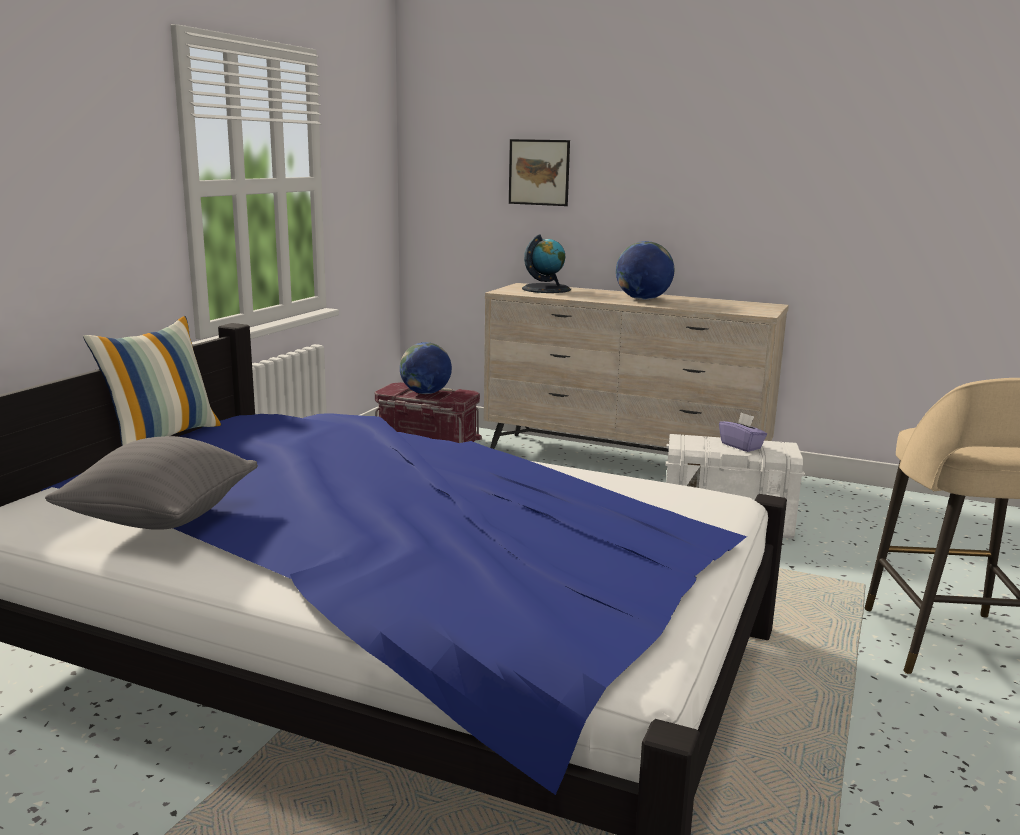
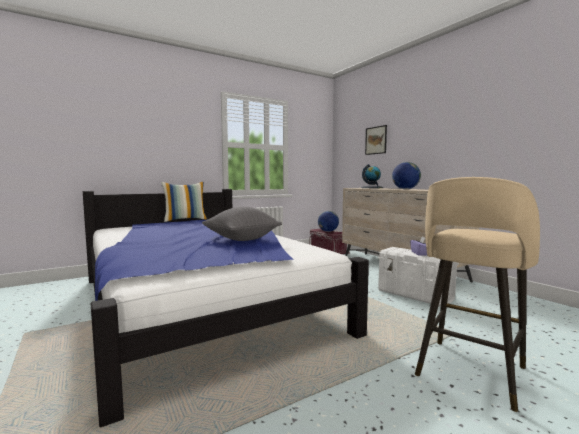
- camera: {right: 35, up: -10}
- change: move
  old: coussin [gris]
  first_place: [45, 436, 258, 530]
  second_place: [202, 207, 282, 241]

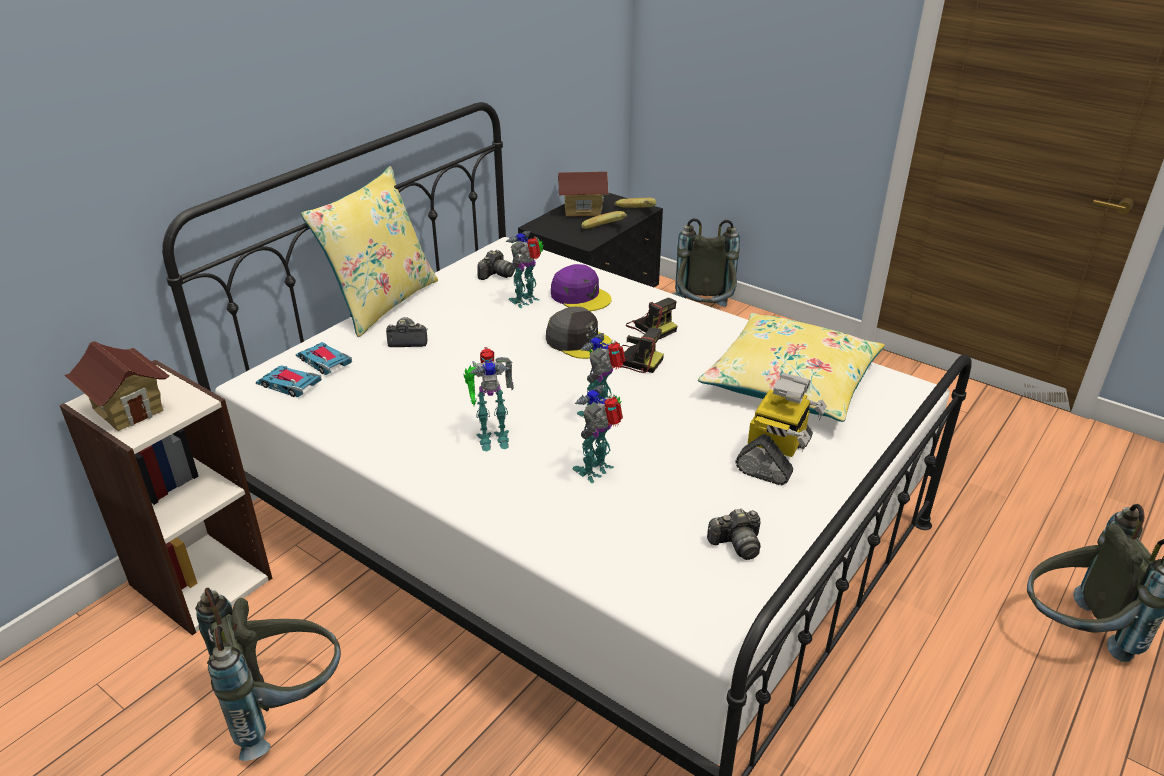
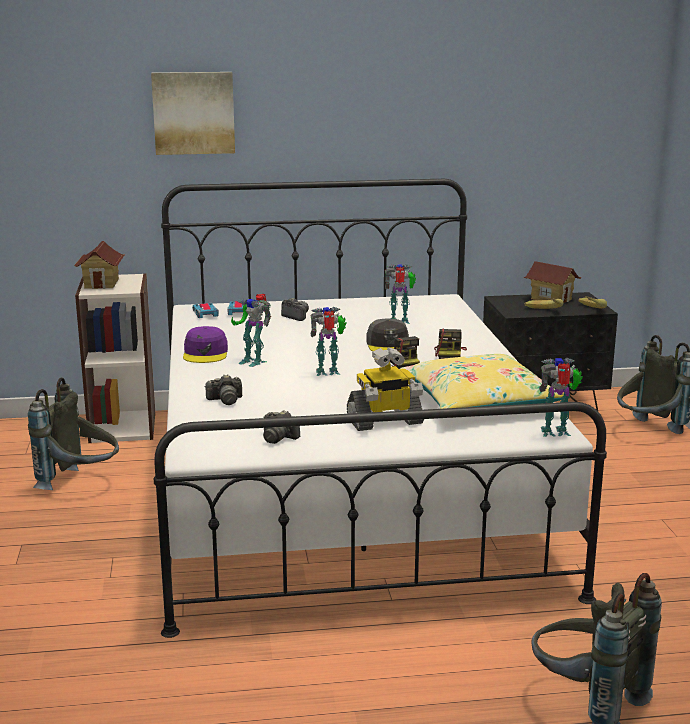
- camera: {right: 45, up: -15}
- change: delete
  old: coussin [jaune]
  first_place: [301, 166, 438, 337]
- change: move
  old: appareil photo
  first_place: [477, 250, 515, 280]
  second_place: [204, 374, 242, 405]
- change: move
  old: casquette [violet]
  first_place: [551, 264, 612, 311]
  second_place: [183, 326, 228, 363]
- change: move
  old: robot jouet
  first_place: [573, 385, 623, 483]
  second_place: [539, 358, 583, 437]
- change: insert
  new: tableau
  second_place: [151, 72, 235, 155]

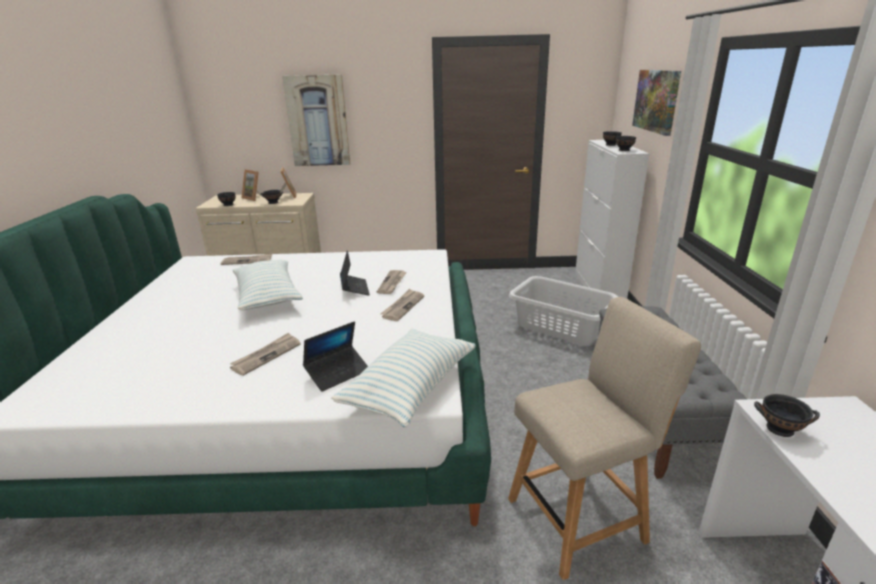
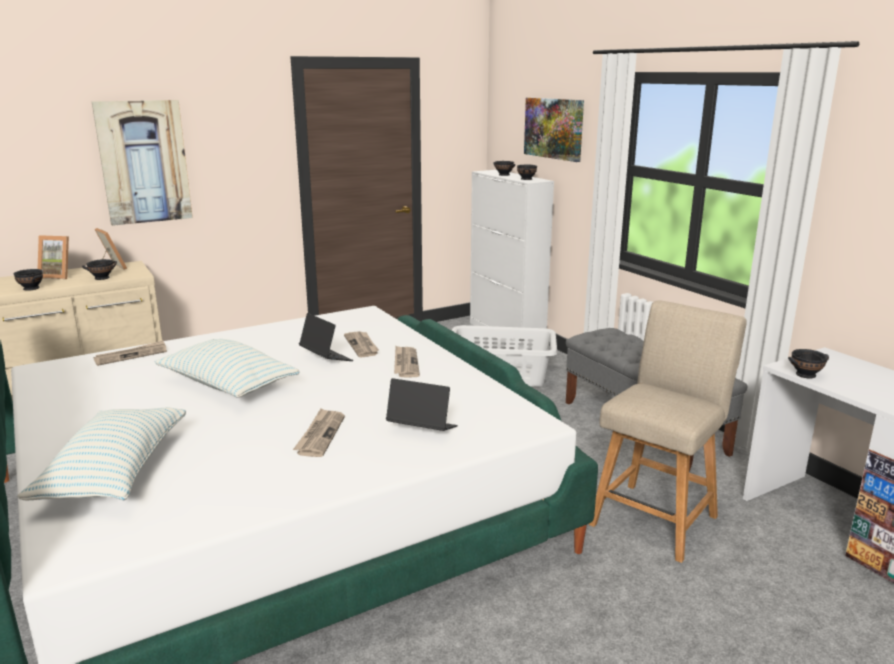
- camera: {right: -30, up: -5}
- change: rotate
  old: ordinateur portable
  first_place: [303, 321, 368, 392]
  second_place: [386, 378, 458, 431]
  degrees: -90
- change: move
  old: coussin
  first_place: [331, 329, 476, 427]
  second_place: [17, 407, 186, 501]

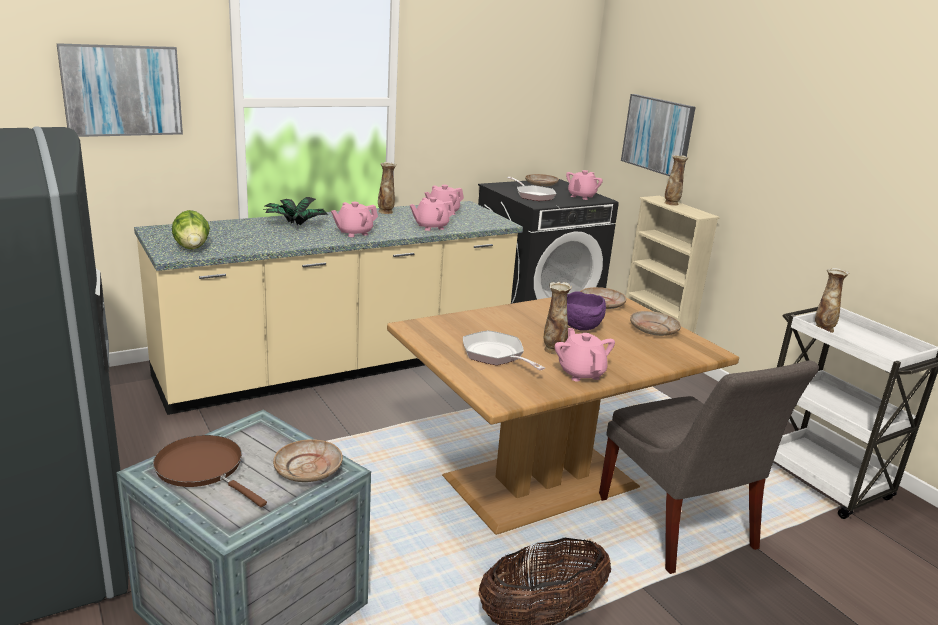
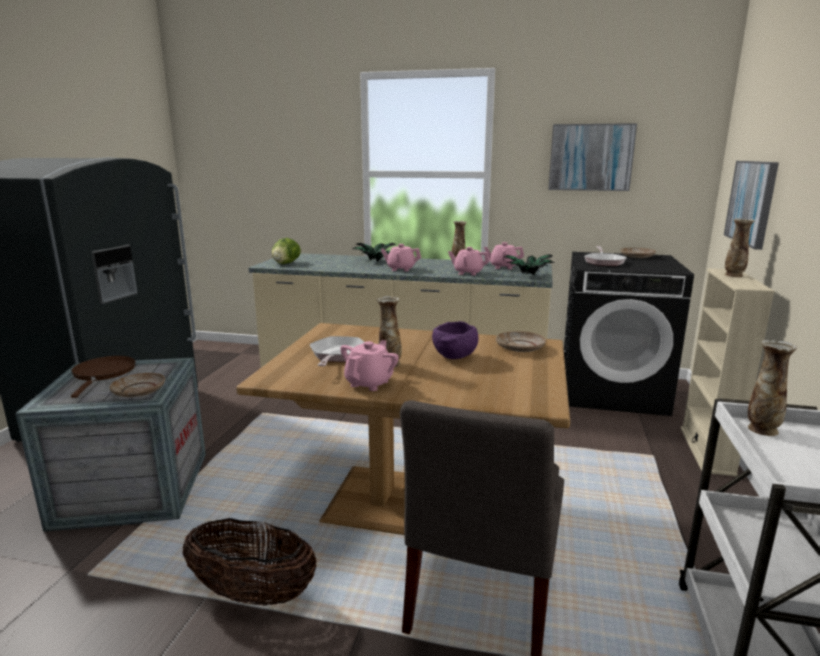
- camera: {right: 45, up: -5}
- change: move
  old: tableau
  first_place: [56, 43, 183, 137]
  second_place: [548, 123, 637, 191]
- change: delete
  old: théière [rose]
  first_place: [566, 170, 603, 200]
- change: delete
  old: assiette [beige]
  first_place: [630, 311, 681, 336]
- change: insert
  new: plante en pot
  second_place: [504, 254, 554, 275]

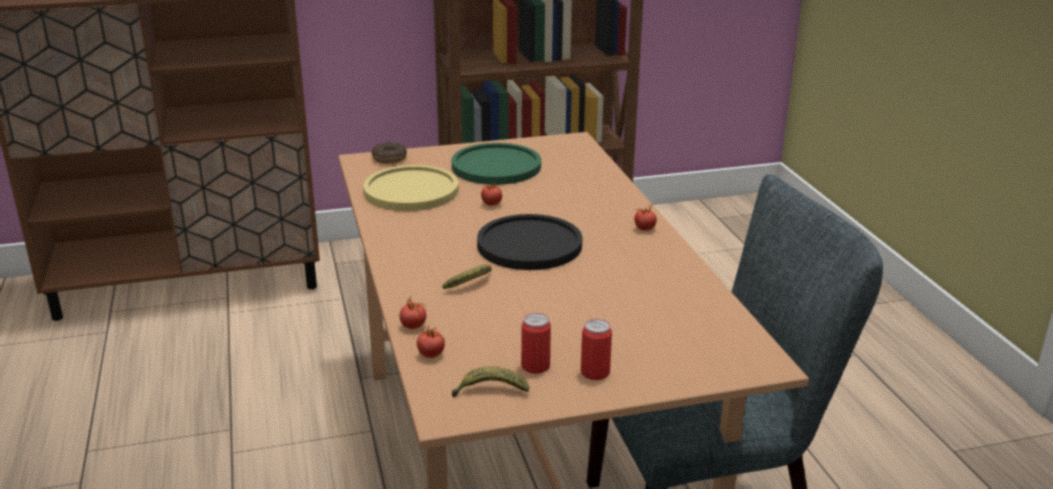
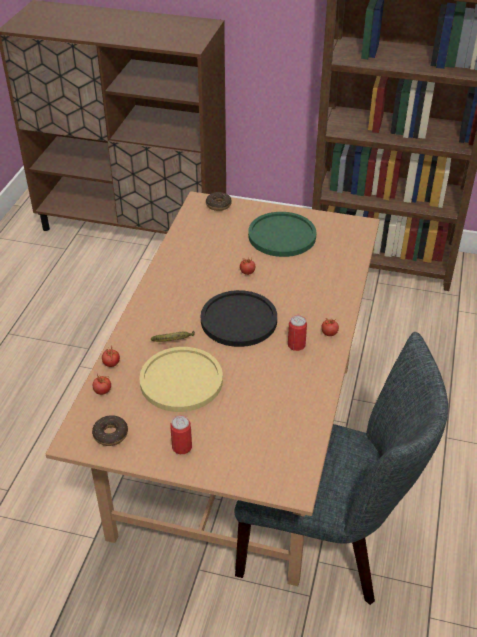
- camera: {right: 30, up: 15}
- change: move
  old: assiette [jaune]
  first_place: [363, 165, 459, 211]
  second_place: [139, 347, 223, 412]
- change: replace
  old: banane
  new: beignet
  first_place: [452, 366, 530, 397]
  second_place: [92, 415, 128, 446]
- change: move
  old: boîte métallique
  first_place: [521, 313, 551, 374]
  second_place: [288, 315, 307, 351]

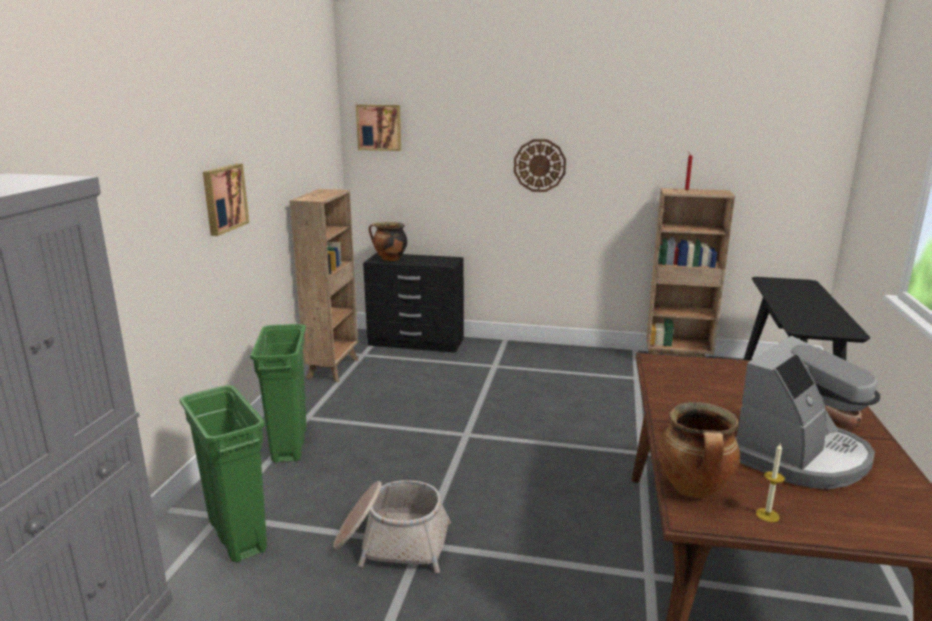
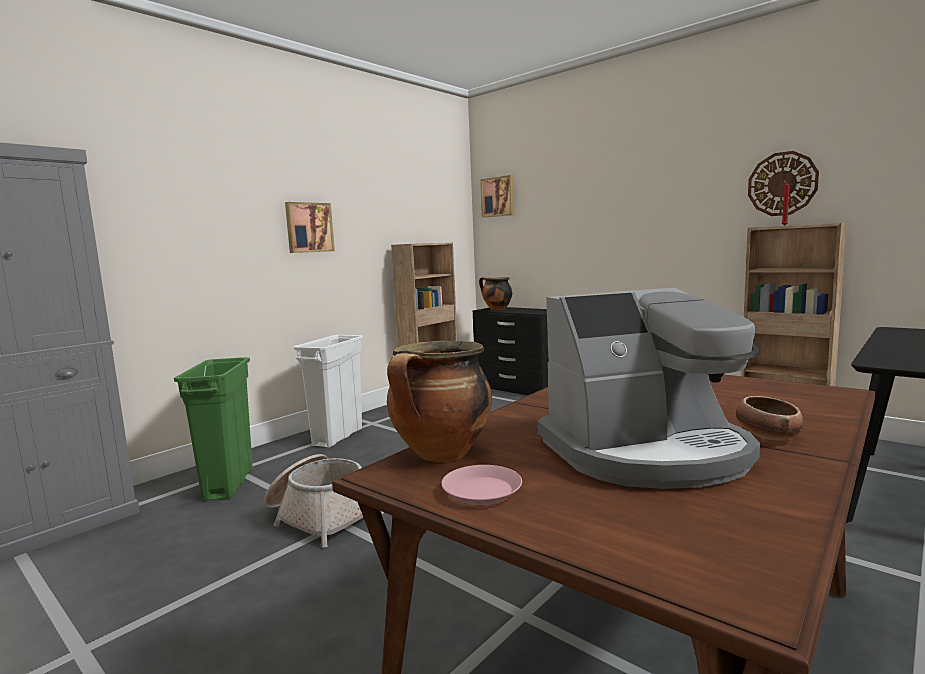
- camera: {right: 30, up: -10}
- change: recolor
  old: poubelle [vert]
  new: poubelle [blanc]
  first_place: [250, 324, 307, 462]
  second_place: [293, 335, 363, 448]
- change: move
  old: horloge murale
  first_place: [514, 139, 566, 192]
  second_place: [748, 151, 819, 216]
- change: replace
  old: bougie
  new: assiette [rose]
  first_place: [756, 442, 785, 522]
  second_place: [441, 465, 522, 505]

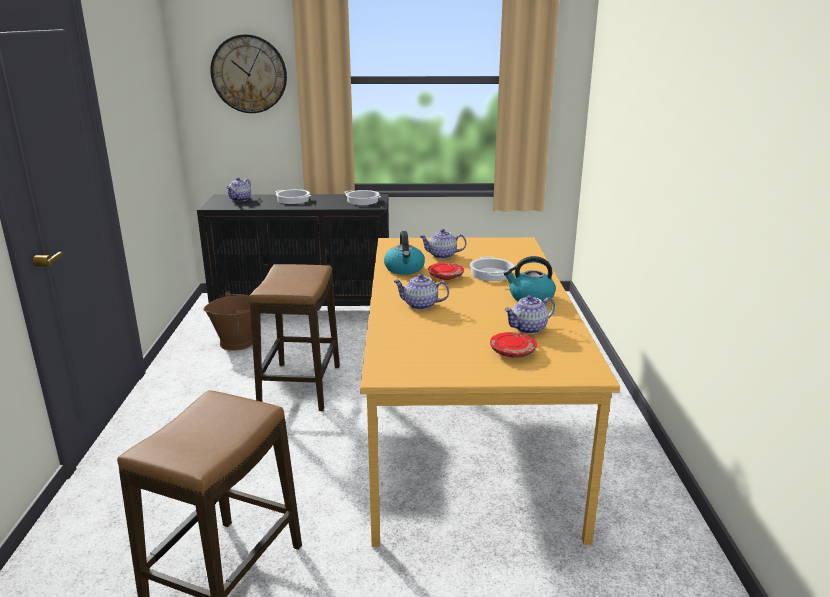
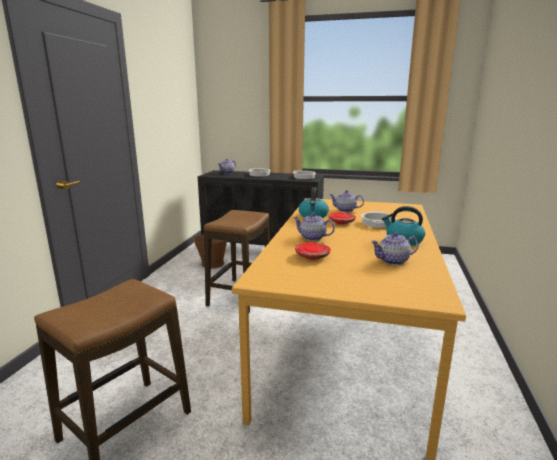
- camera: {right: 15, up: -5}
- change: delete
  old: horloge murale
  first_place: [211, 34, 287, 113]
- change: move
  old: assiette [rouge]
  first_place: [490, 332, 537, 358]
  second_place: [295, 243, 331, 260]

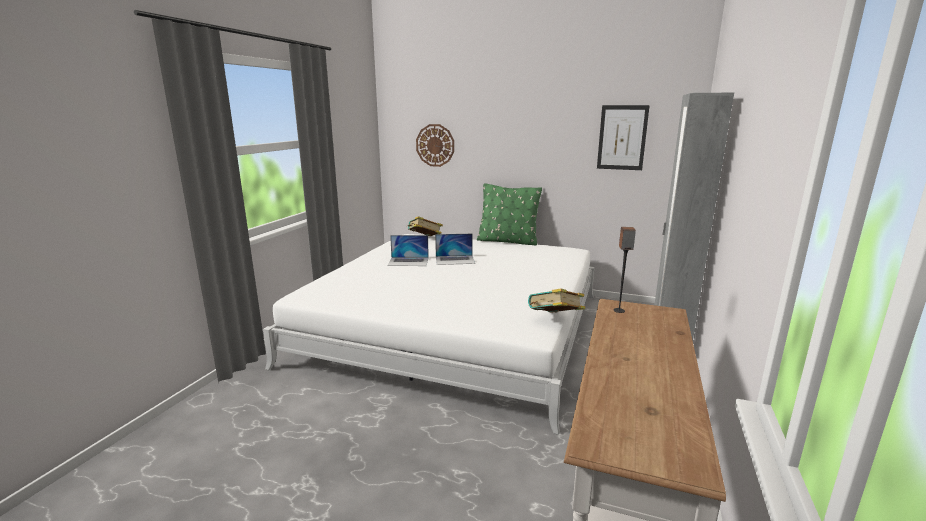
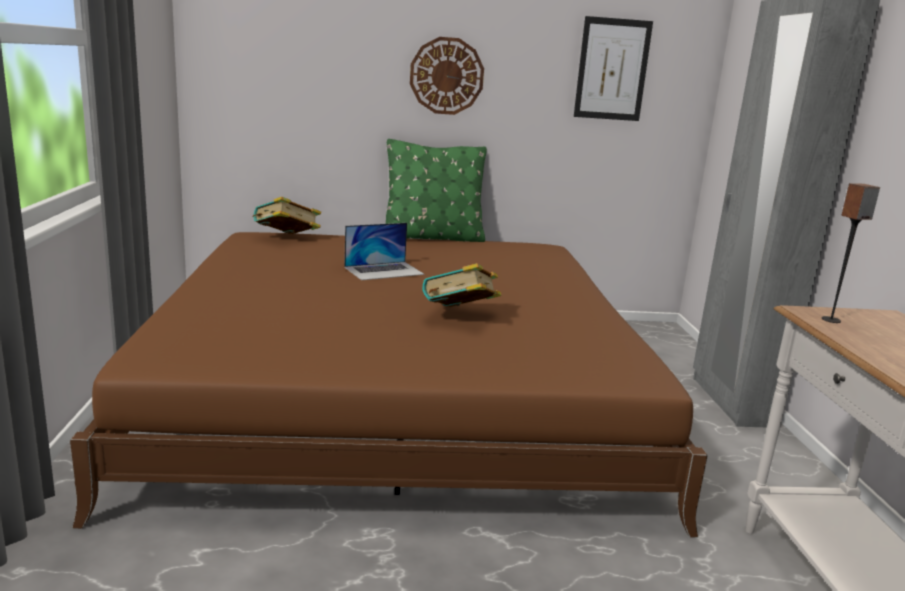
- camera: {right: -25, up: 0}
- change: recolor
  old: lit [blanc]
  new: lit [marron]
  first_place: [263, 234, 594, 435]
  second_place: [70, 232, 708, 537]
- change: delete
  old: ordinateur portable
  first_place: [387, 235, 429, 266]
- change: move
  old: horloge murale
  first_place: [416, 124, 454, 167]
  second_place: [410, 37, 484, 115]
- change: move
  old: livre
  first_place: [528, 289, 585, 313]
  second_place: [422, 263, 502, 307]

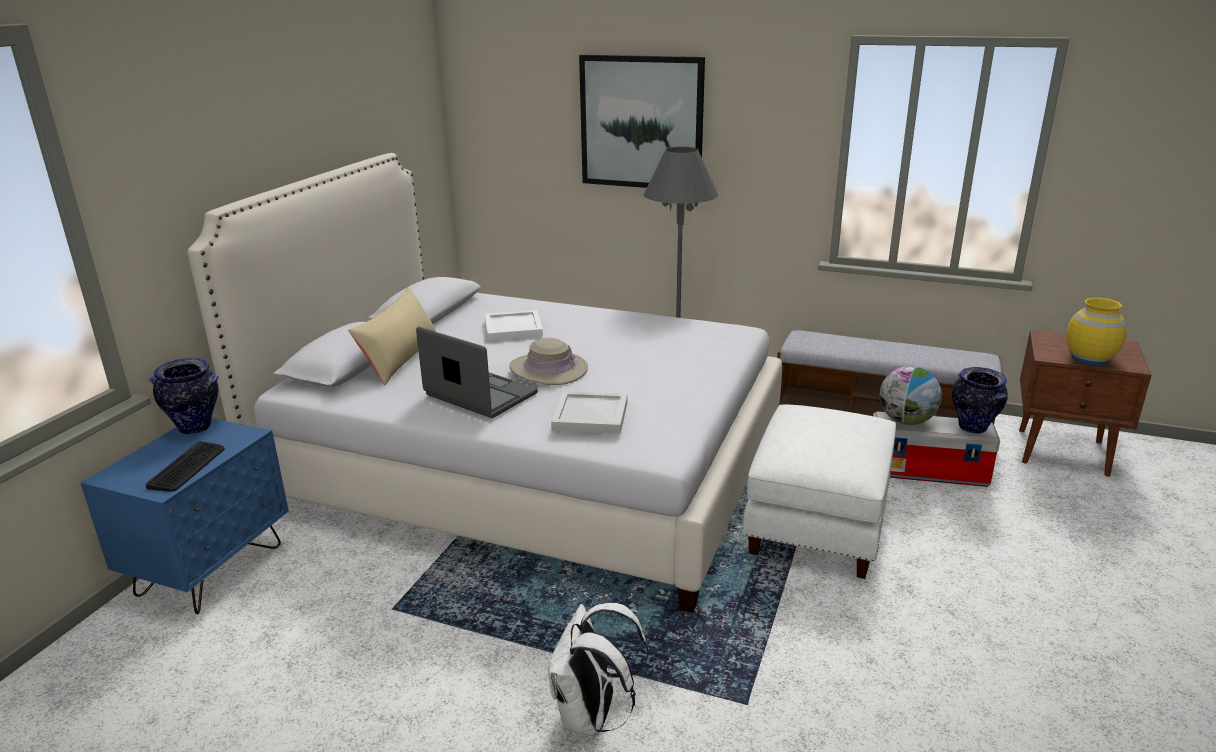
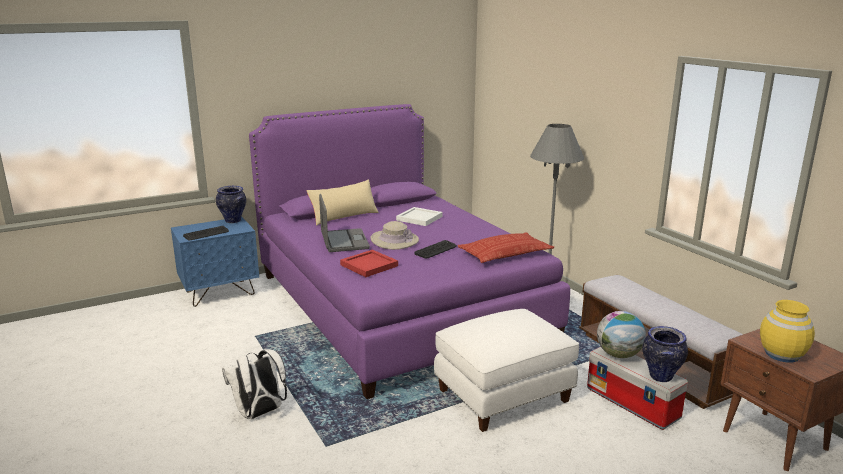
- camera: {right: 40, up: -5}
- change: recolor
  old: lit [blanc]
  new: lit [violet]
  first_place: [187, 153, 782, 613]
  second_place: [249, 104, 570, 399]
- change: recolor
  old: plateau [blanc]
  new: plateau [rouge]
  first_place: [551, 391, 628, 434]
  second_place: [340, 250, 398, 277]
- change: delete
  old: tableau
  first_place: [579, 55, 705, 188]
- change: insert
  new: clavier
  second_place: [414, 240, 457, 259]
- change: insert
  new: coussin
  second_place: [458, 232, 554, 263]

